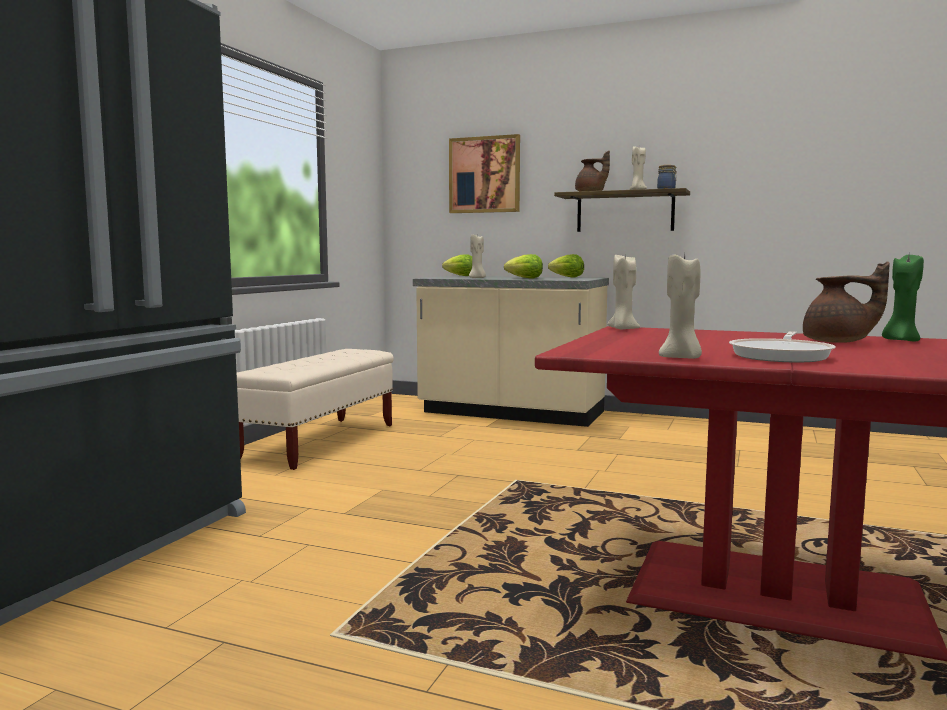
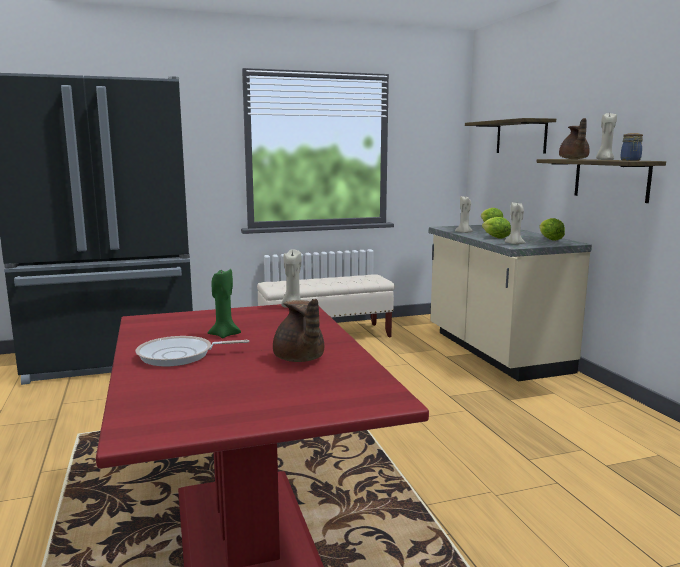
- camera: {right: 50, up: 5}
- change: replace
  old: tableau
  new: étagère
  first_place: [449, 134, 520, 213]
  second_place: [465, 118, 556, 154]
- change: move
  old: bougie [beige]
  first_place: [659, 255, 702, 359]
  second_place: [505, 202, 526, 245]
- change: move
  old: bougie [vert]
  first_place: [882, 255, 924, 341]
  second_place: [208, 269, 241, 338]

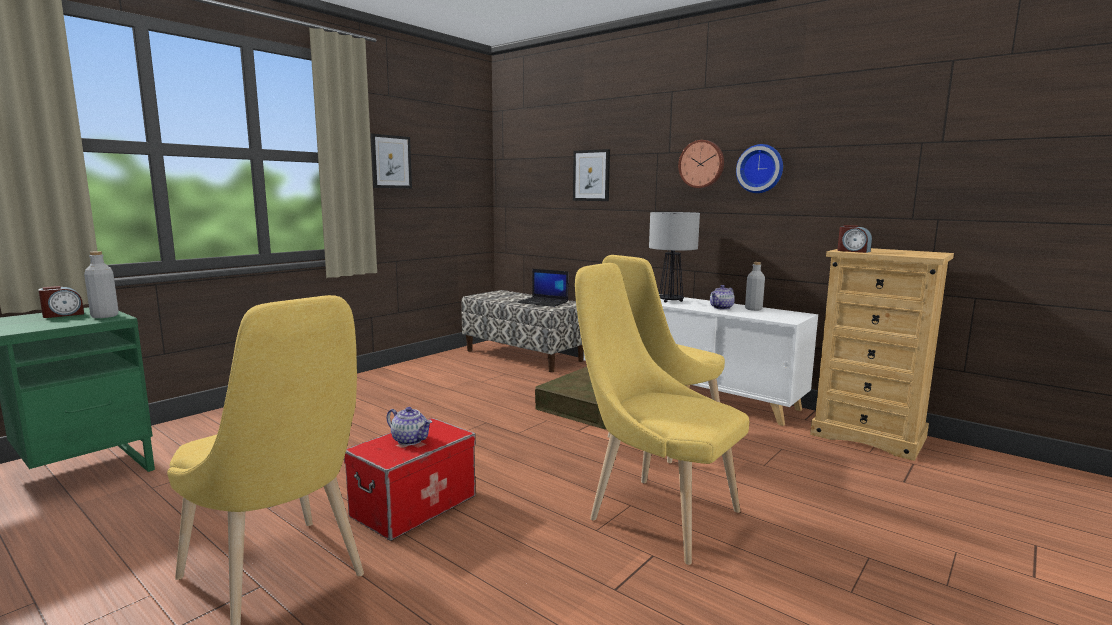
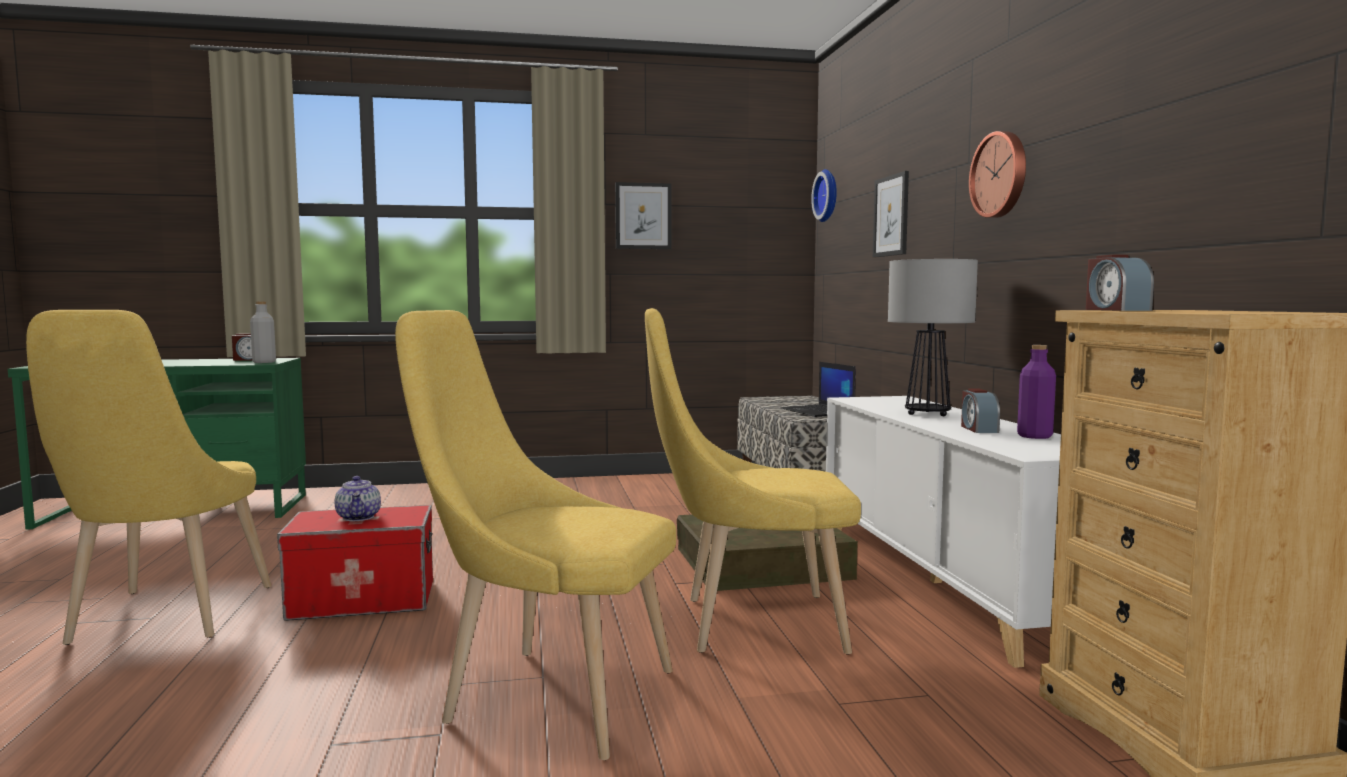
- camera: {right: 40, up: -5}
- change: rotate
  old: chaise [jaune]
  first_place: [575, 263, 749, 565]
  second_place: [395, 310, 676, 760]
  degrees: -60
- change: replace
  old: théière
  new: réveil
  first_place: [710, 285, 735, 310]
  second_place: [961, 389, 1000, 433]
- change: move
  old: horloge murale
  first_place: [736, 144, 783, 193]
  second_place: [811, 169, 837, 222]
- change: recolor
  old: bouteille [gris]
  new: bouteille [violet]
  first_place: [745, 262, 765, 311]
  second_place: [1017, 345, 1056, 439]

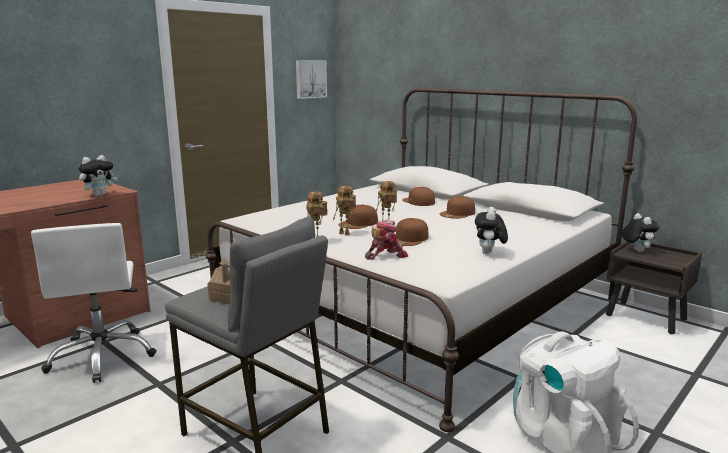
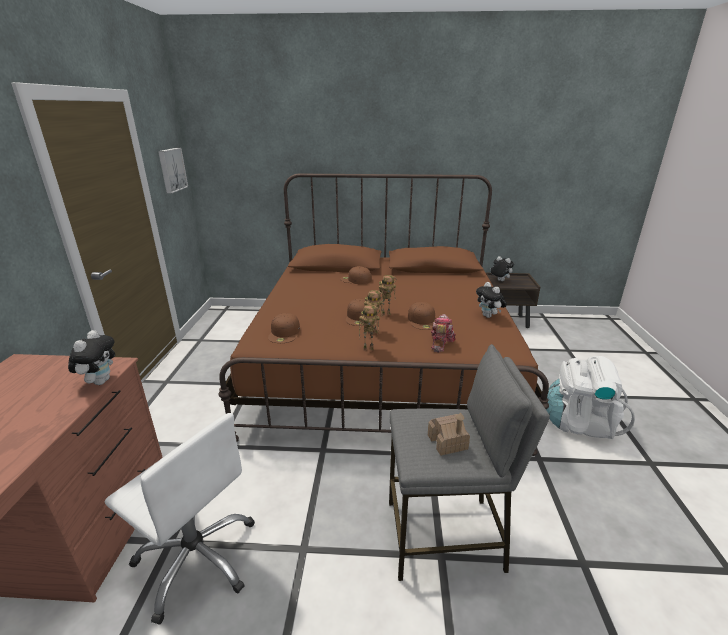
- camera: {right: -40, up: 10}
- change: recolor
  old: lit [blanc]
  new: lit [marron]
  first_place: [206, 88, 637, 432]
  second_place: [218, 174, 549, 456]
- change: move
  old: casquette [marron]
  first_place: [440, 196, 475, 219]
  second_place: [268, 313, 300, 343]

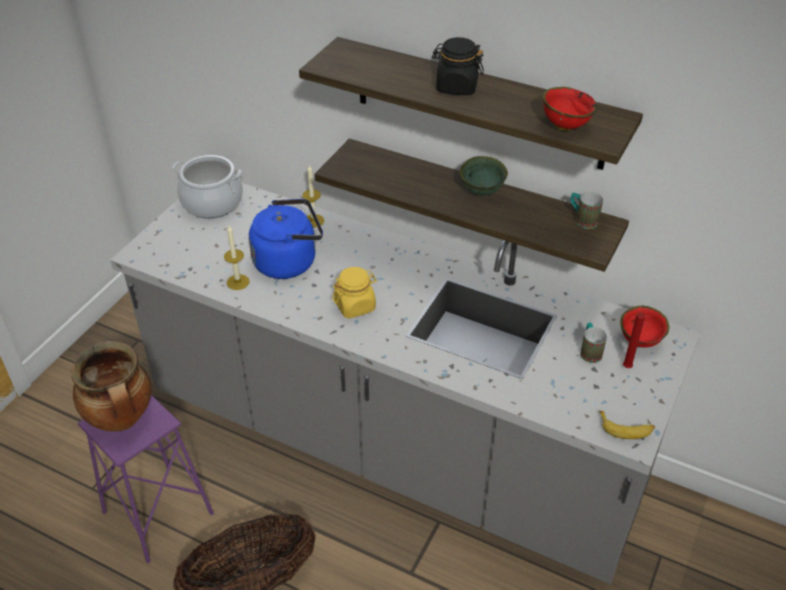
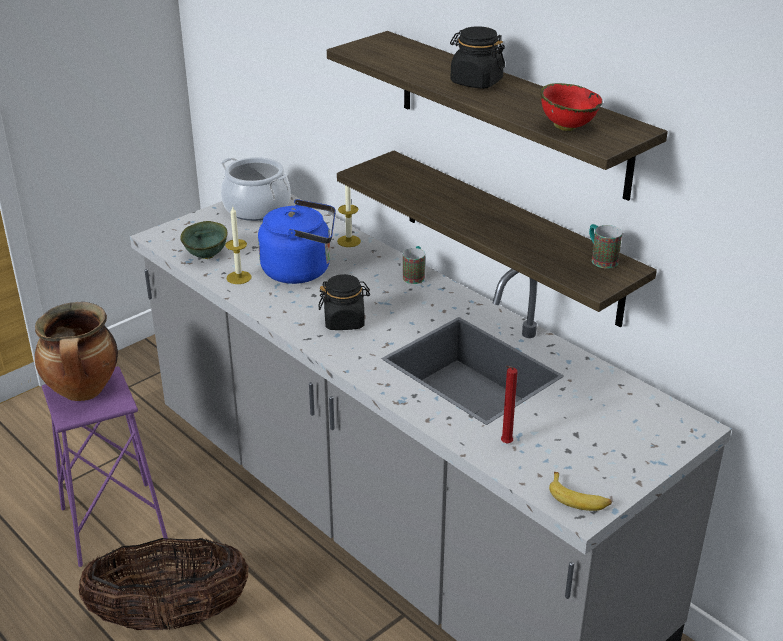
- camera: {right: 20, up: -10}
- change: recolor
  old: bocal [jaune]
  new: bocal [noir]
  first_place: [332, 267, 377, 319]
  second_place: [318, 274, 370, 330]
- change: move
  old: bol [vert]
  first_place: [460, 156, 508, 196]
  second_place: [180, 221, 228, 259]
- change: move
  old: mug
  first_place: [580, 322, 607, 363]
  second_place: [403, 246, 425, 284]
- change: delete
  old: bol [rouge]
  first_place: [620, 306, 669, 348]
- change: move
  old: bougie [rouge]
  first_place: [623, 313, 645, 368]
  second_place: [501, 366, 518, 443]

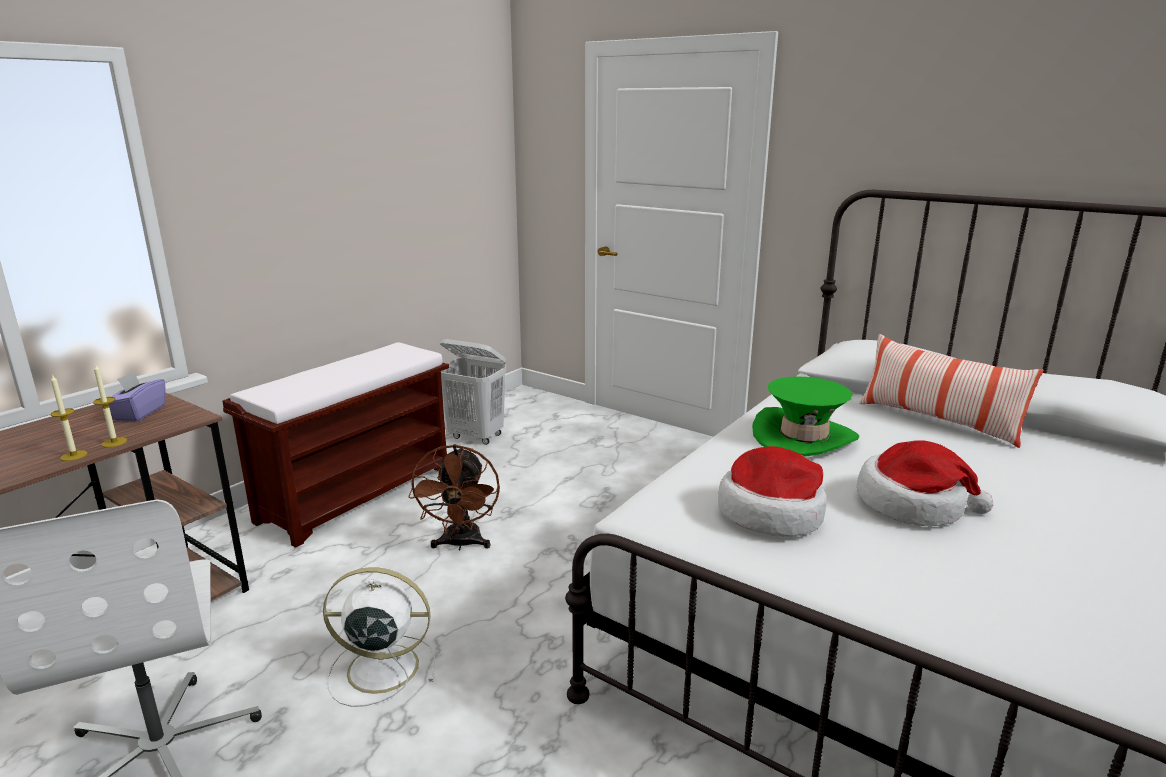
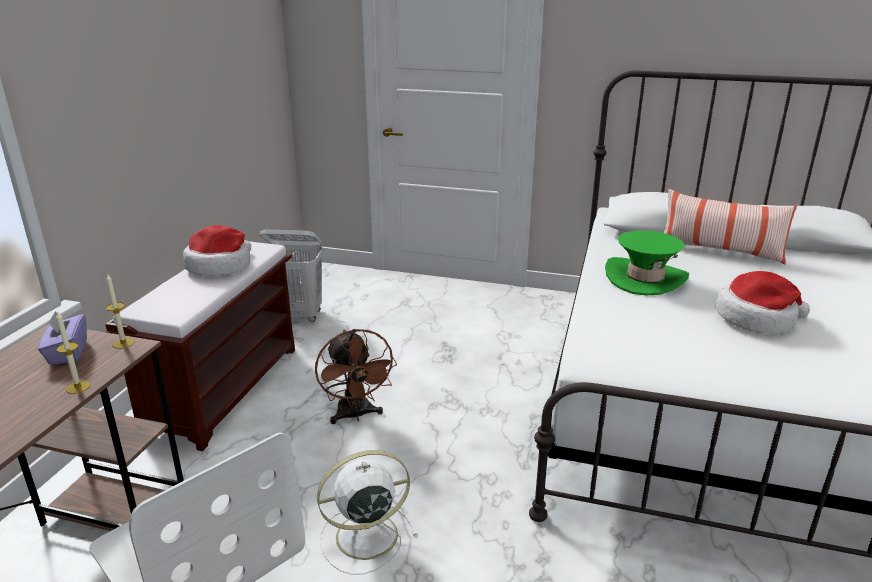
- camera: {right: -20, up: 5}
- change: move
  old: bougie
  first_place: [50, 374, 88, 461]
  second_place: [106, 275, 135, 349]
- change: move
  old: chapeau
  first_place: [718, 446, 827, 537]
  second_place: [183, 225, 251, 276]

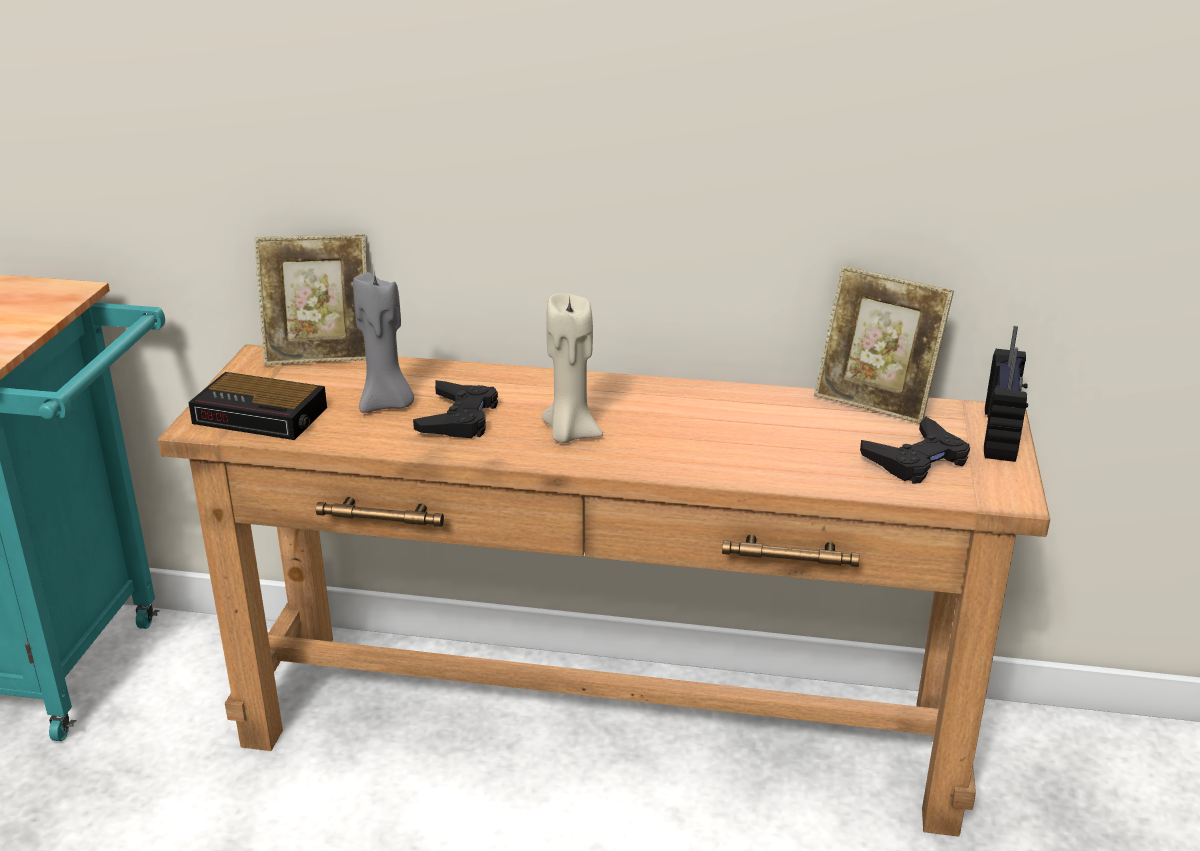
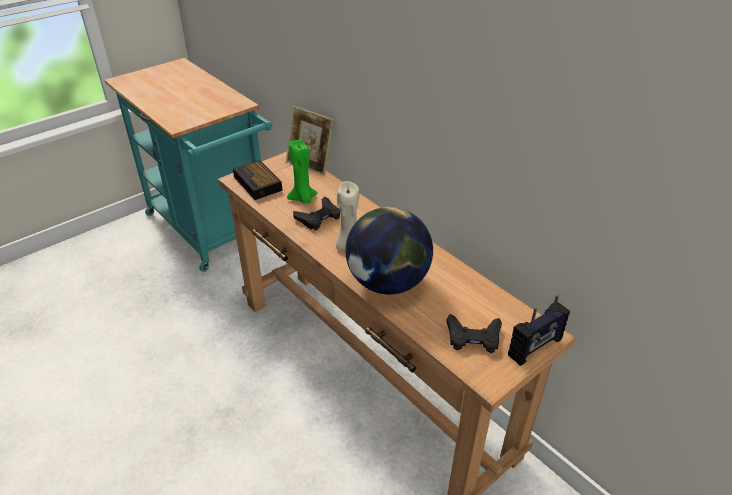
- camera: {right: 40, up: 10}
- change: recolor
  old: bougie [gris]
  new: bougie [vert]
  first_place: [353, 270, 414, 413]
  second_place: [287, 140, 318, 204]
- change: delete
  old: cadre photo
  first_place: [814, 265, 954, 424]
- change: insert
  new: globe
  second_place: [345, 207, 433, 294]

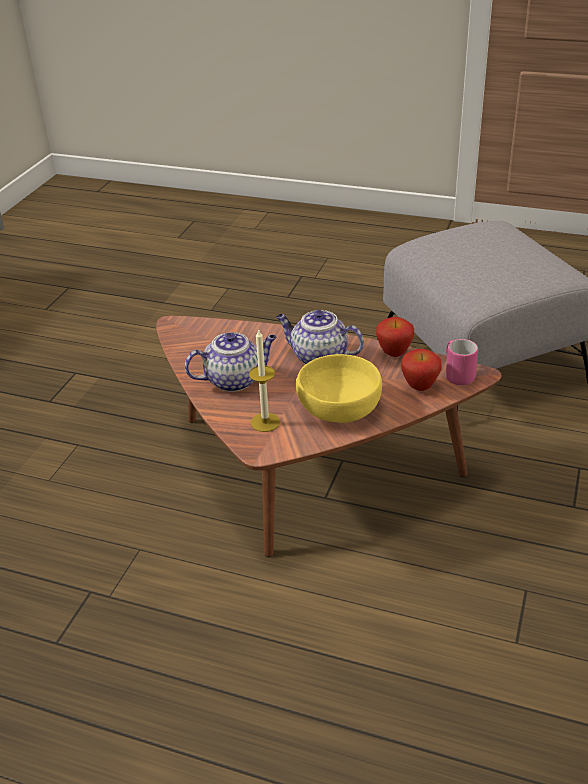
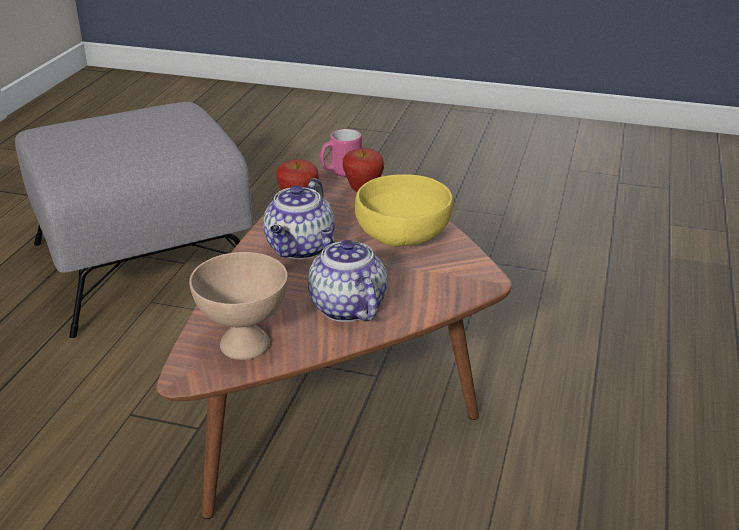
- camera: {right: -95, up: -5}
- change: delete
  old: bougie
  first_place: [249, 329, 280, 432]
- change: insert
  new: bol [beige]
  second_place: [189, 252, 288, 360]

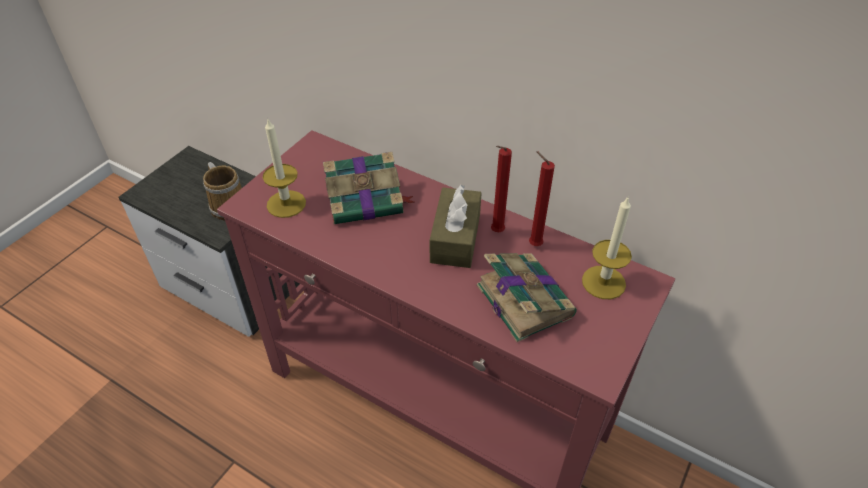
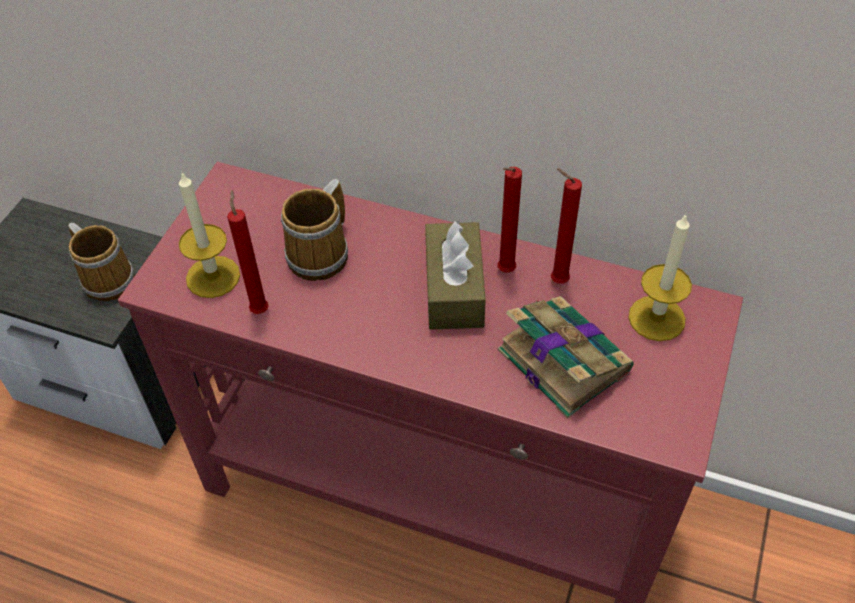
- camera: {right: -10, up: 5}
- change: replace
  old: livre
  new: mug
  first_place: [323, 152, 415, 224]
  second_place: [281, 179, 348, 281]
- change: insert
  new: bougie [rouge]
  second_place: [227, 190, 269, 314]

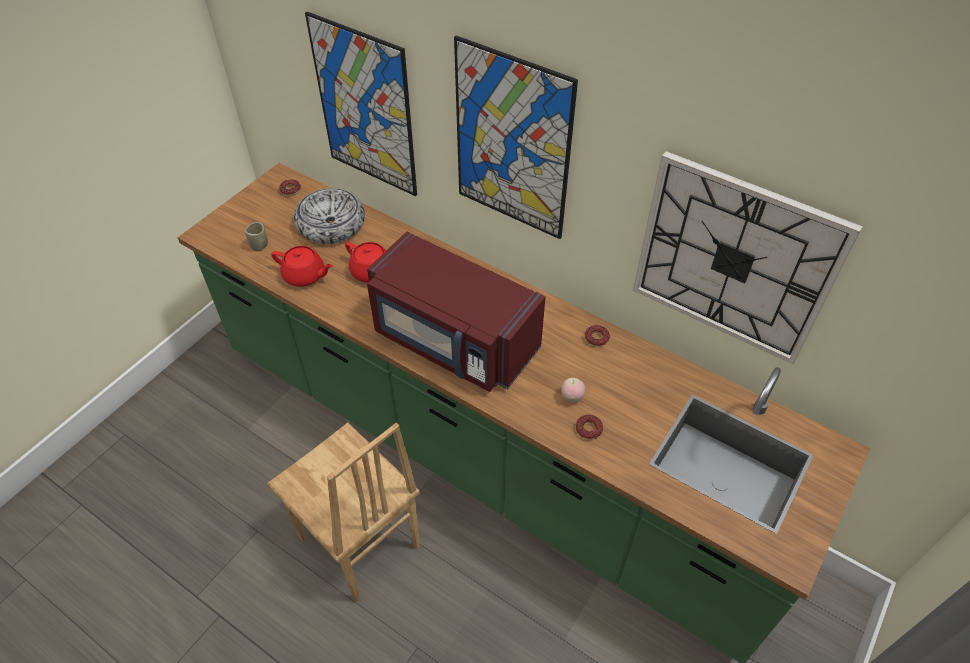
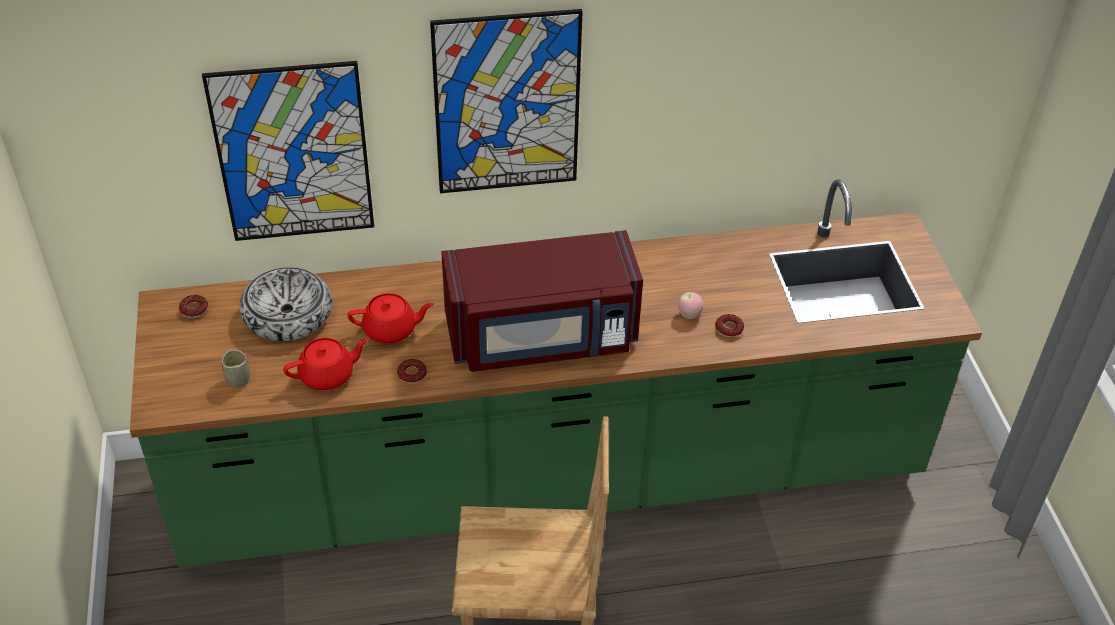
- camera: {right: -45, up: -5}
- change: move
  old: beignet
  first_place: [585, 325, 610, 347]
  second_place: [397, 359, 427, 384]
- change: delete
  old: horloge murale
  first_place: [633, 151, 863, 364]

